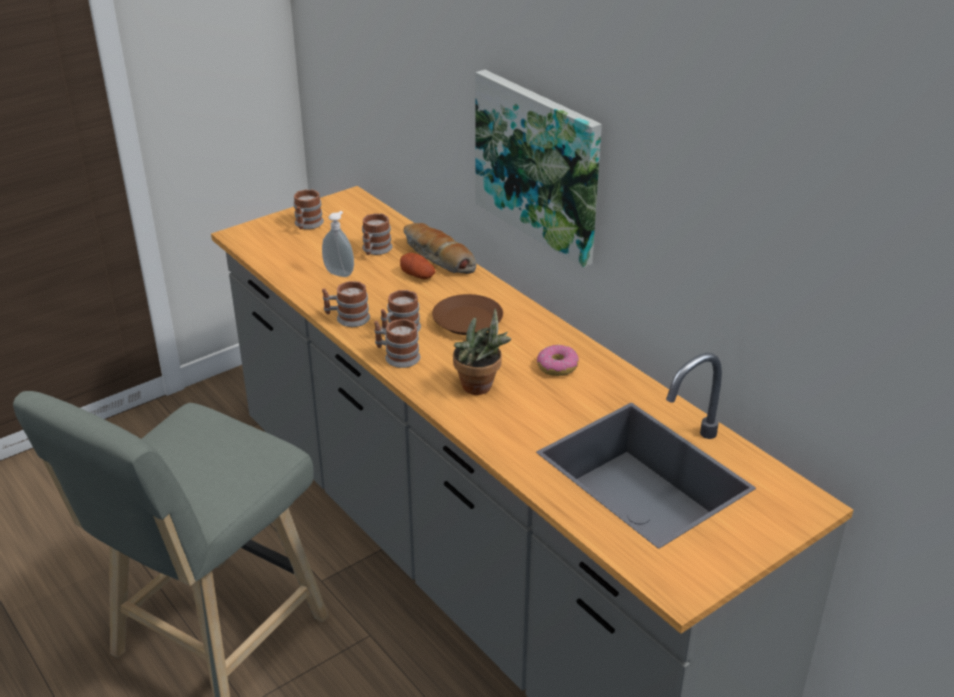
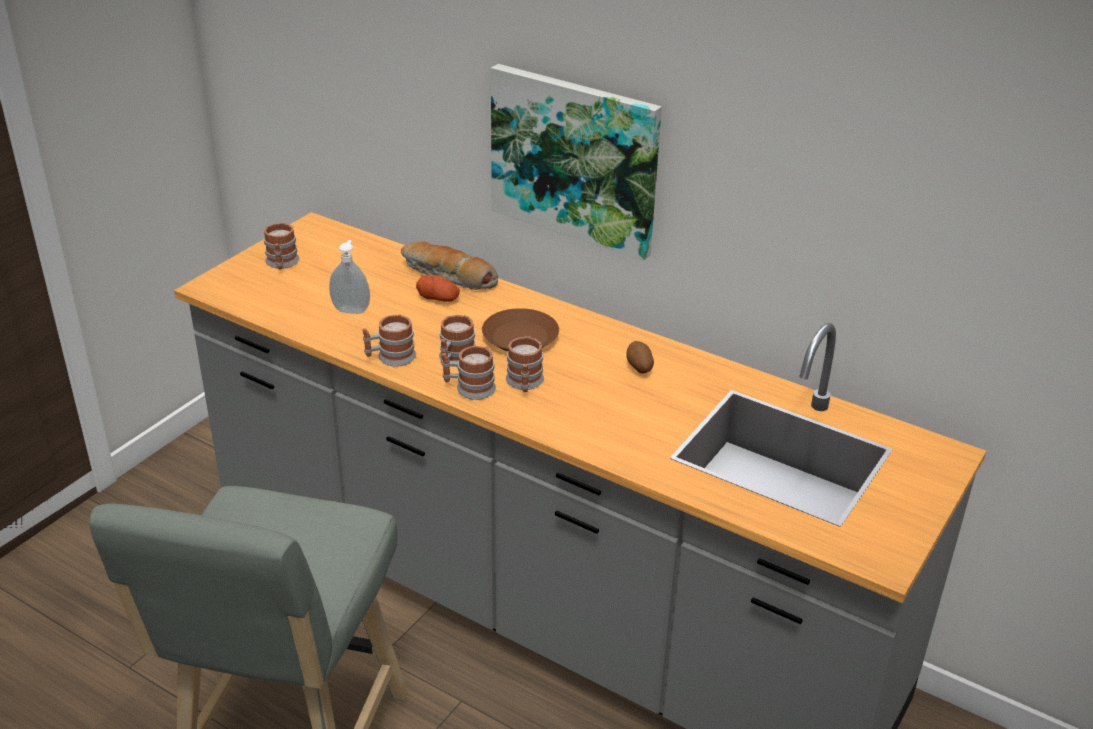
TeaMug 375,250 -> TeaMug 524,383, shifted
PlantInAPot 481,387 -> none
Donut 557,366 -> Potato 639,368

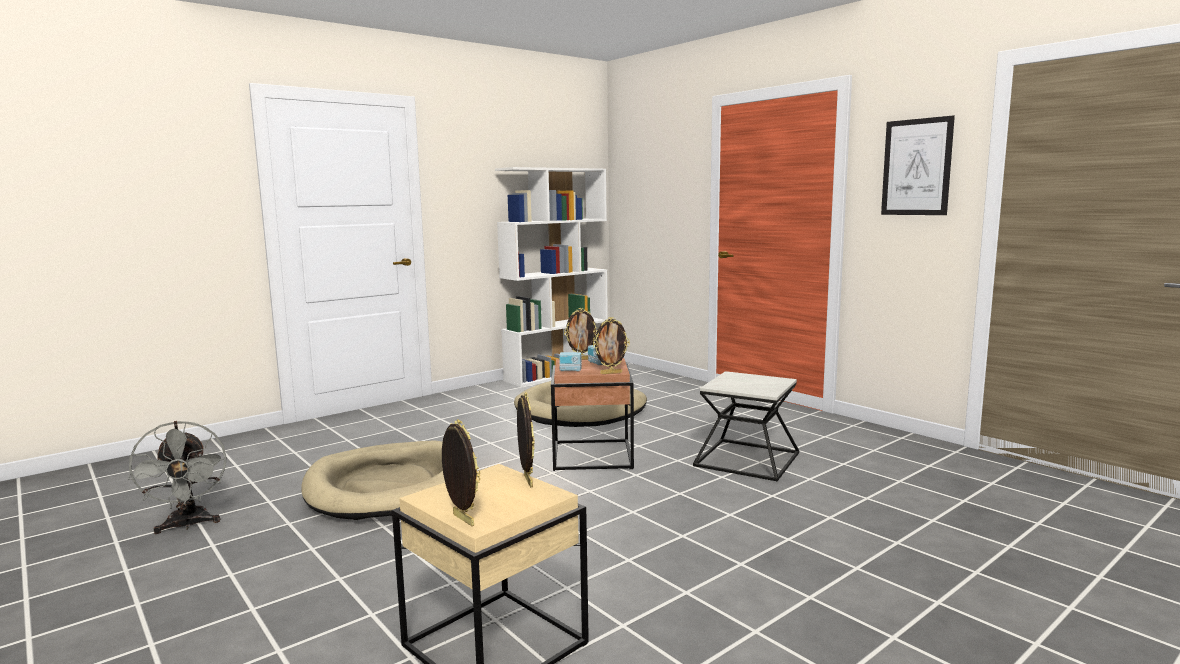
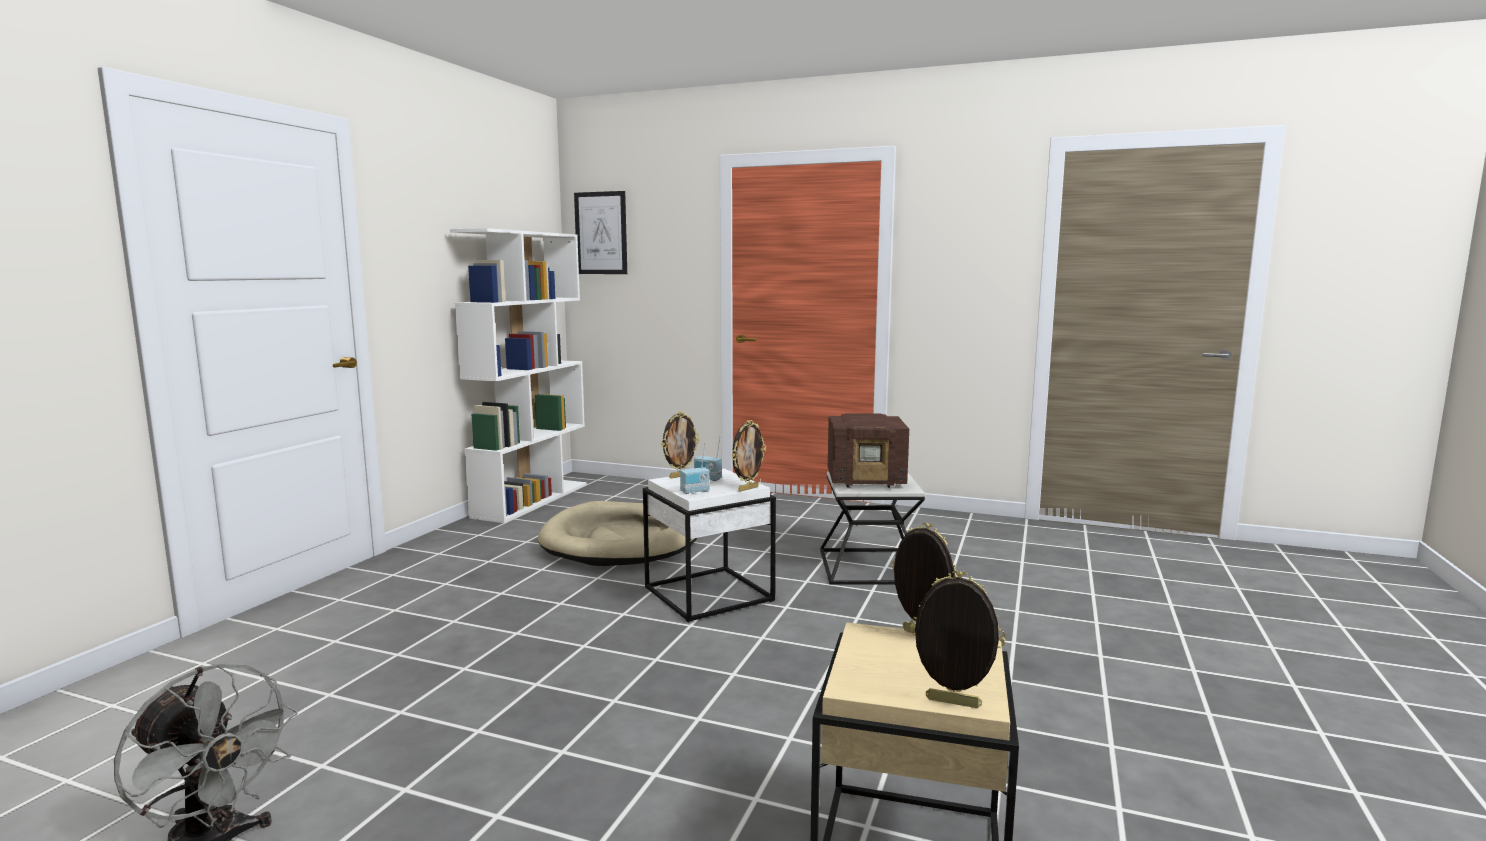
SandColouredDogBed 389,487 -> none
BrownColouredEndTable 593,455 -> WhiteEndTable 709,593
WallPicture 916,167 -> WallPicture 601,233, shifted
none -> Radio 867,480

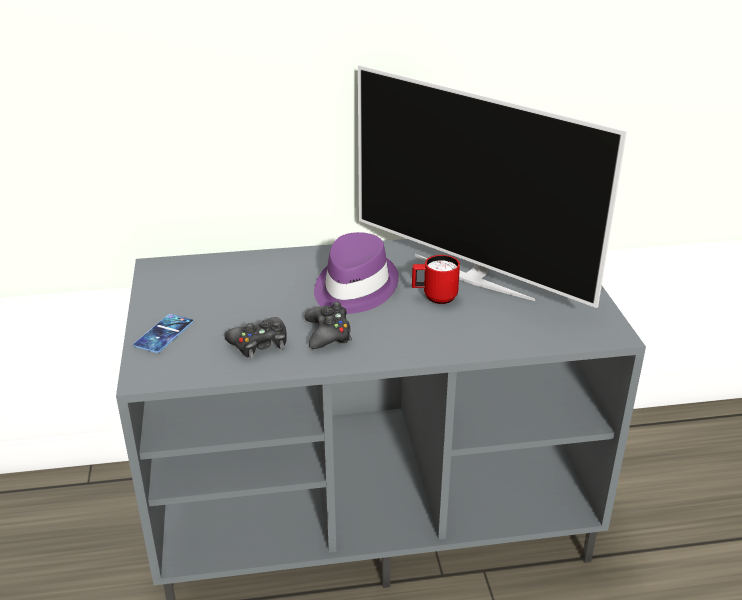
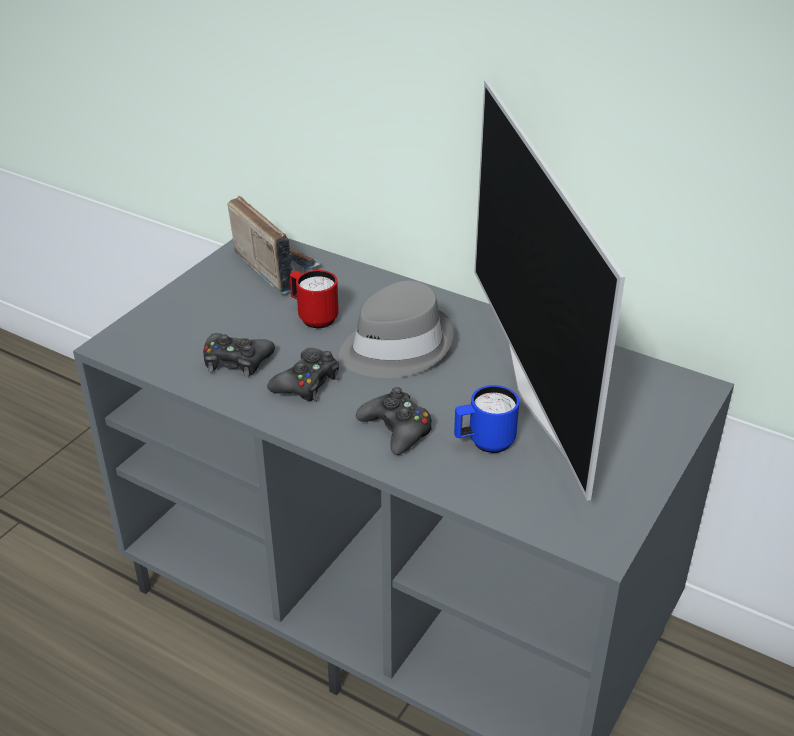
Phone 164,334 -> none
PurpleClothingHat 353,288 -> GrayClothingHat 395,347
ReddishTeaMug 434,297 -> ReddishTeaMug 313,317, shifted
none -> Radio 275,266
none -> BlackGamepad 396,429
none -> BlueTeaMug 484,443

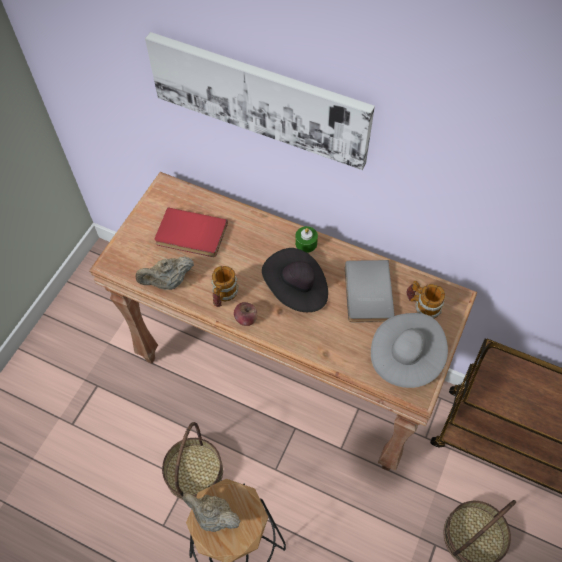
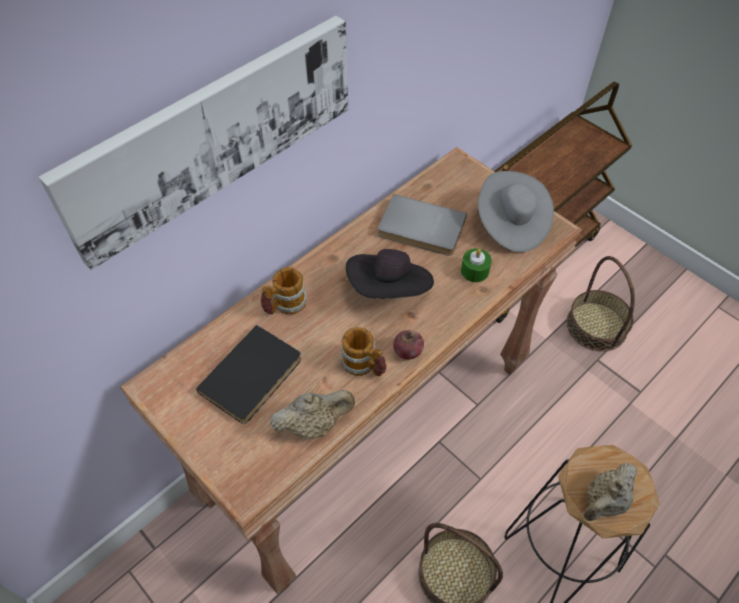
SandColouredPotForTea 168,282 -> SandColouredPotForTea 314,424, 105 degrees counterclockwise
ReddishVolume 190,236 -> BlackVolume 254,377
GreenCandle 306,243 -> GreenCandle 474,271, shifted
TeaMug 422,306 -> TeaMug 284,305, shifted

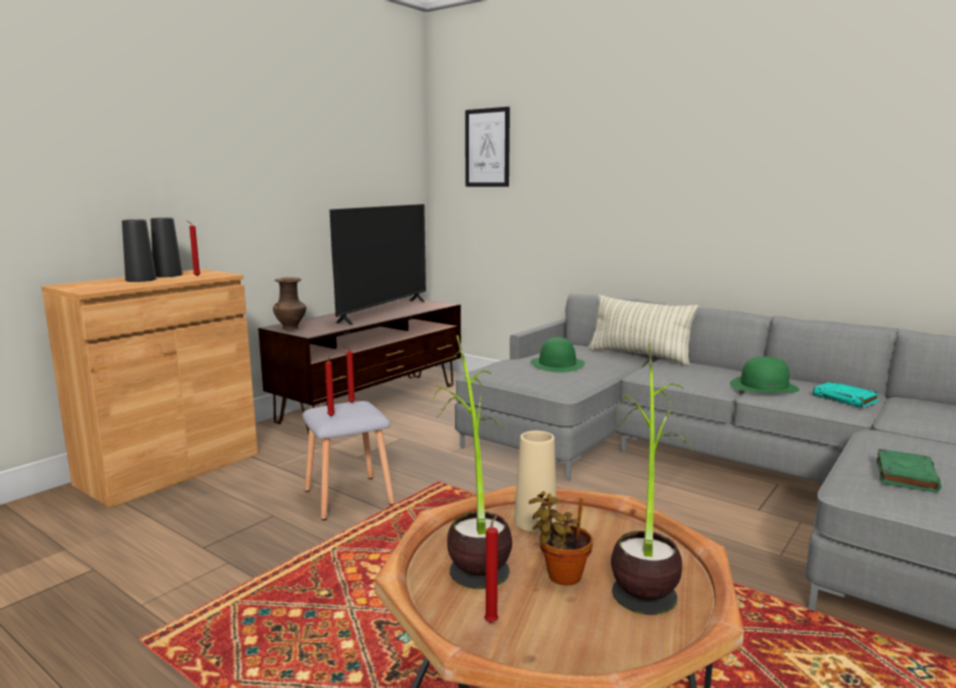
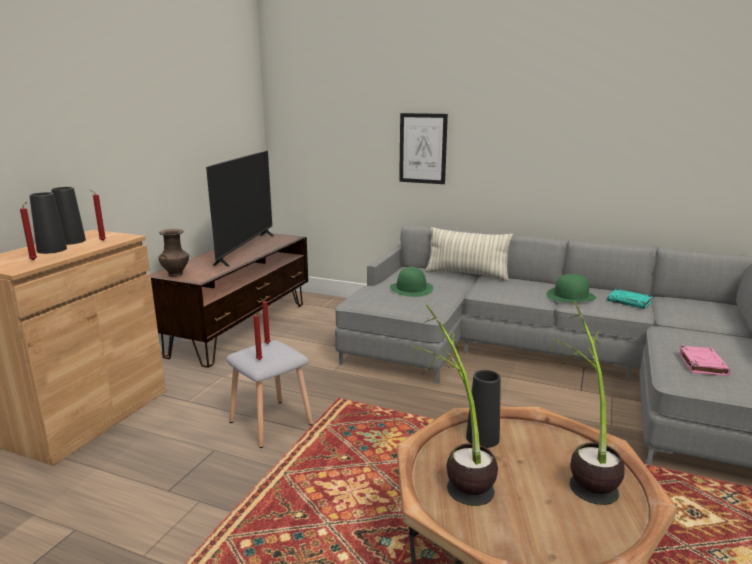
WallPicture 487,148 -> WallPicture 423,148, shifted
ReddishCandle 492,621 -> ReddishCandle 34,260, shifted
SandColouredVase 535,521 -> BlackVase 482,438
PlantInAPot 560,575 -> none
GreenVolume 905,475 -> PinkVolume 701,364

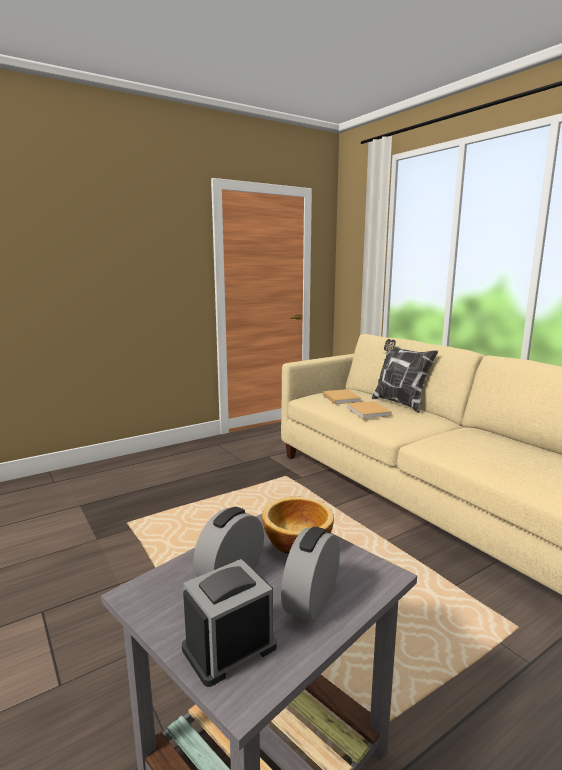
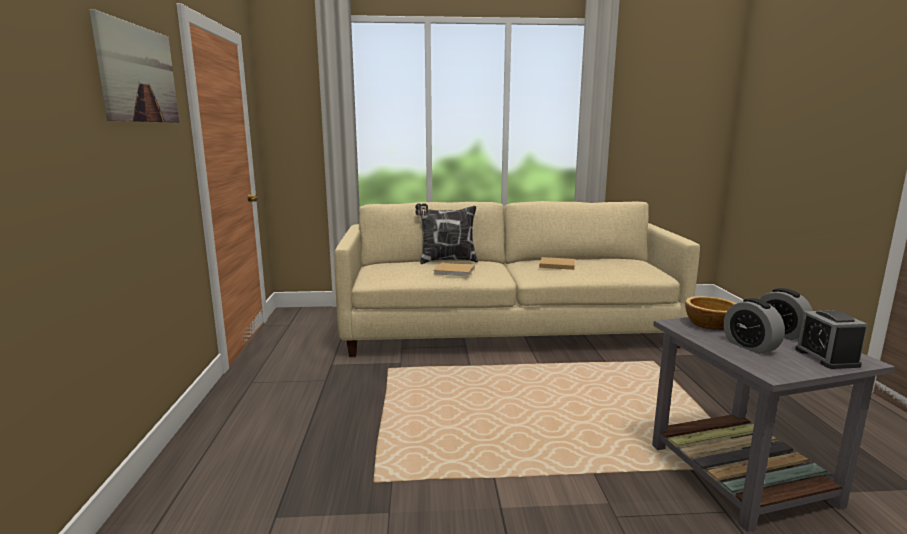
SandColouredVolume 341,398 -> SandColouredVolume 556,265, shifted
none -> WallPicture 138,74

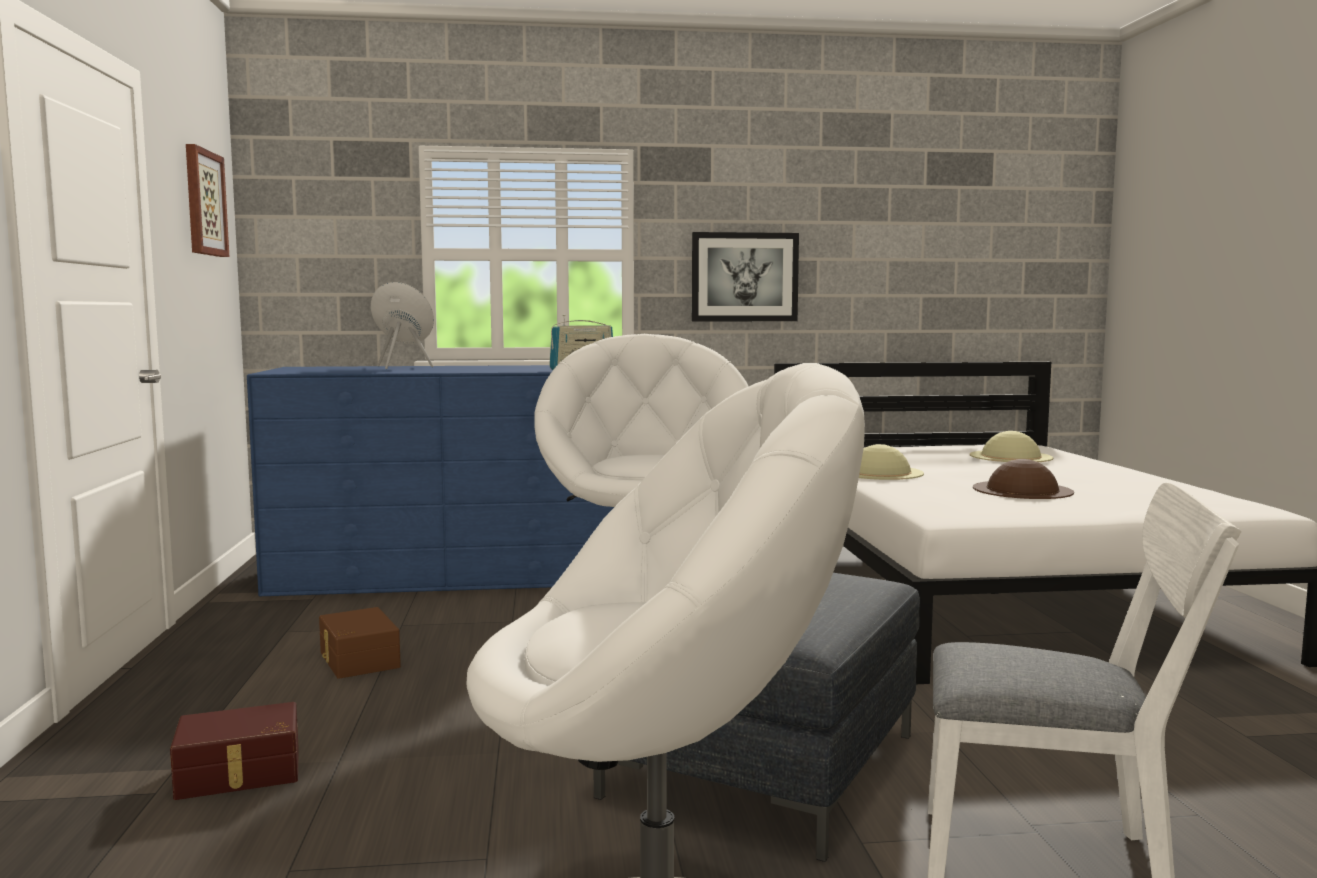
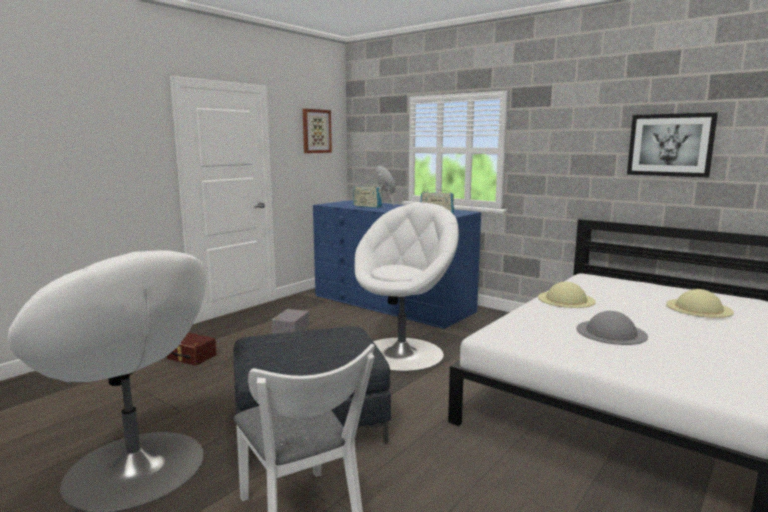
BrownColouredStorageBox 357,660 -> GrayStorageBox 290,330
WallPicture 744,277 -> WallPicture 670,145, shifted
BrownColouredClothingHat 1022,490 -> GrayClothingHat 611,332
none -> Radio 367,206

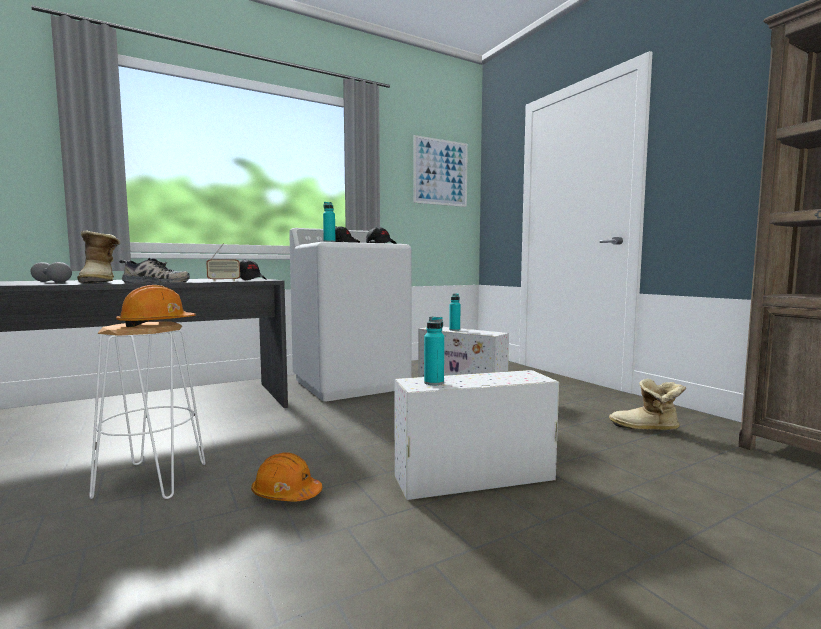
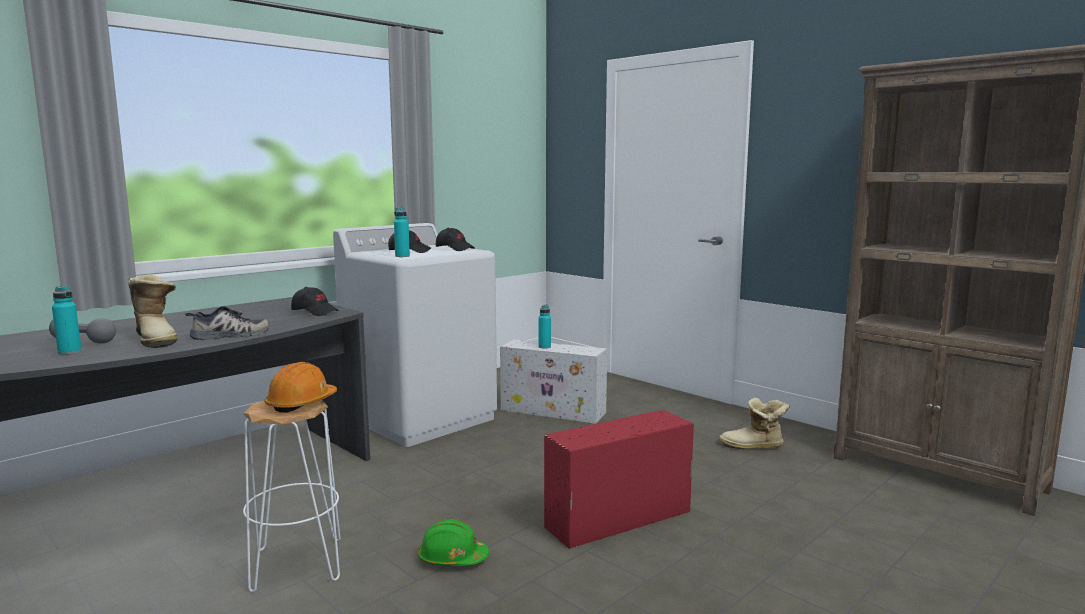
Radio 224,281 -> none
OrangeHardHat 286,494 -> GreenHardHat 452,559
WhiteStorageBox 472,478 -> ReddishStorageBox 616,519
WallPicture 440,172 -> none
BlueGreenBeverageBottle 434,383 -> BlueGreenBeverageBottle 70,352, shifted

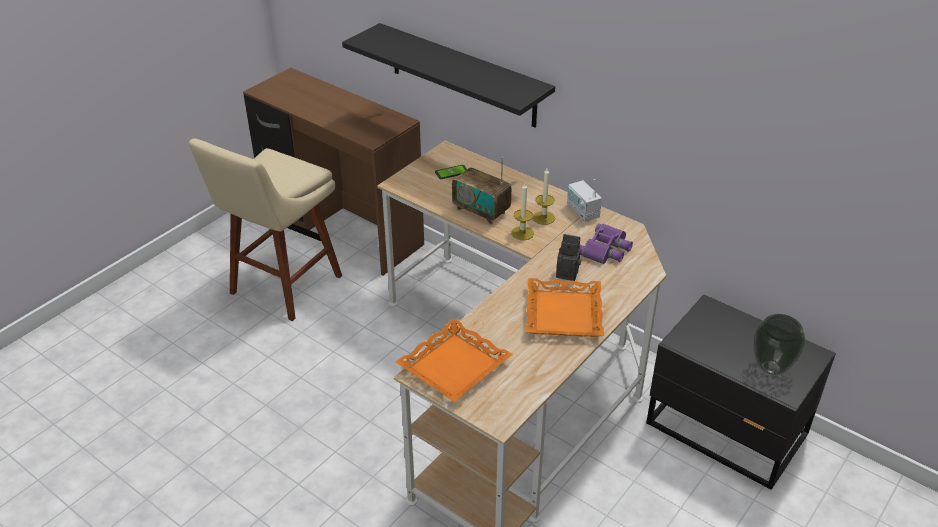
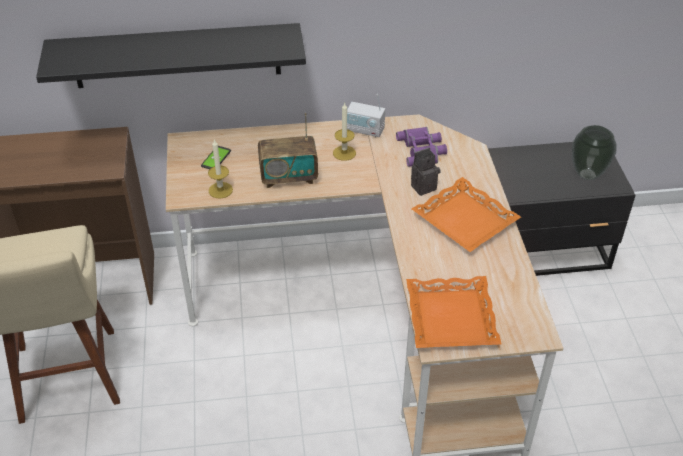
Candle 522,233 -> Candle 220,190, shifted

